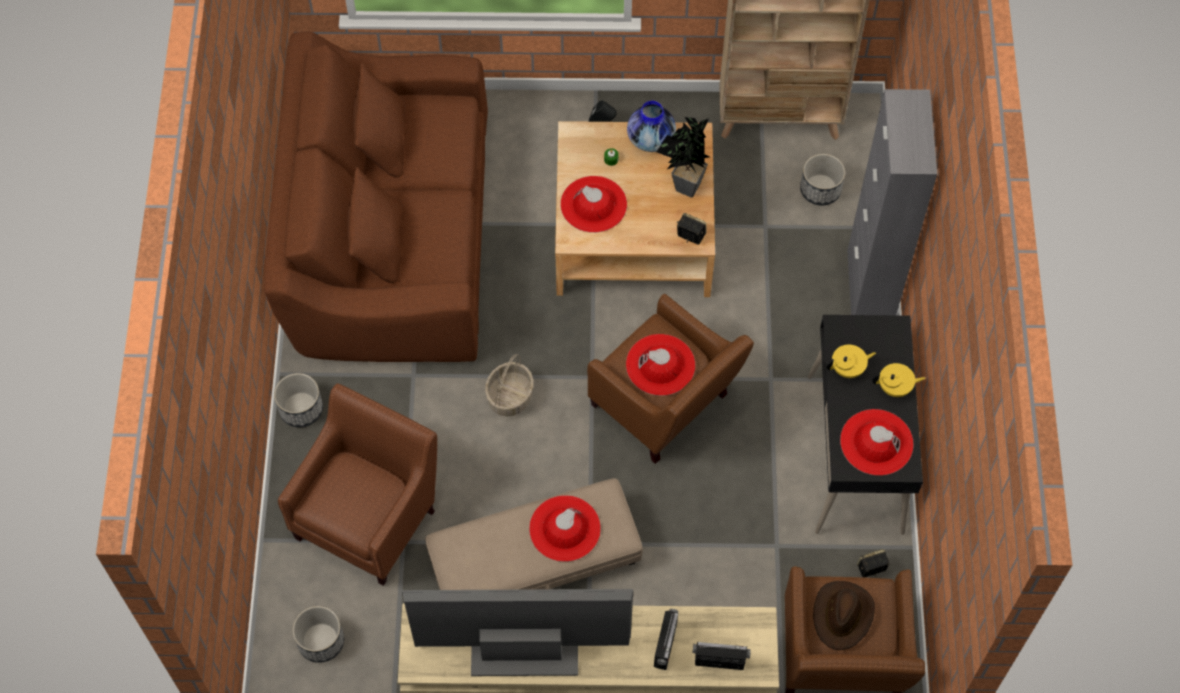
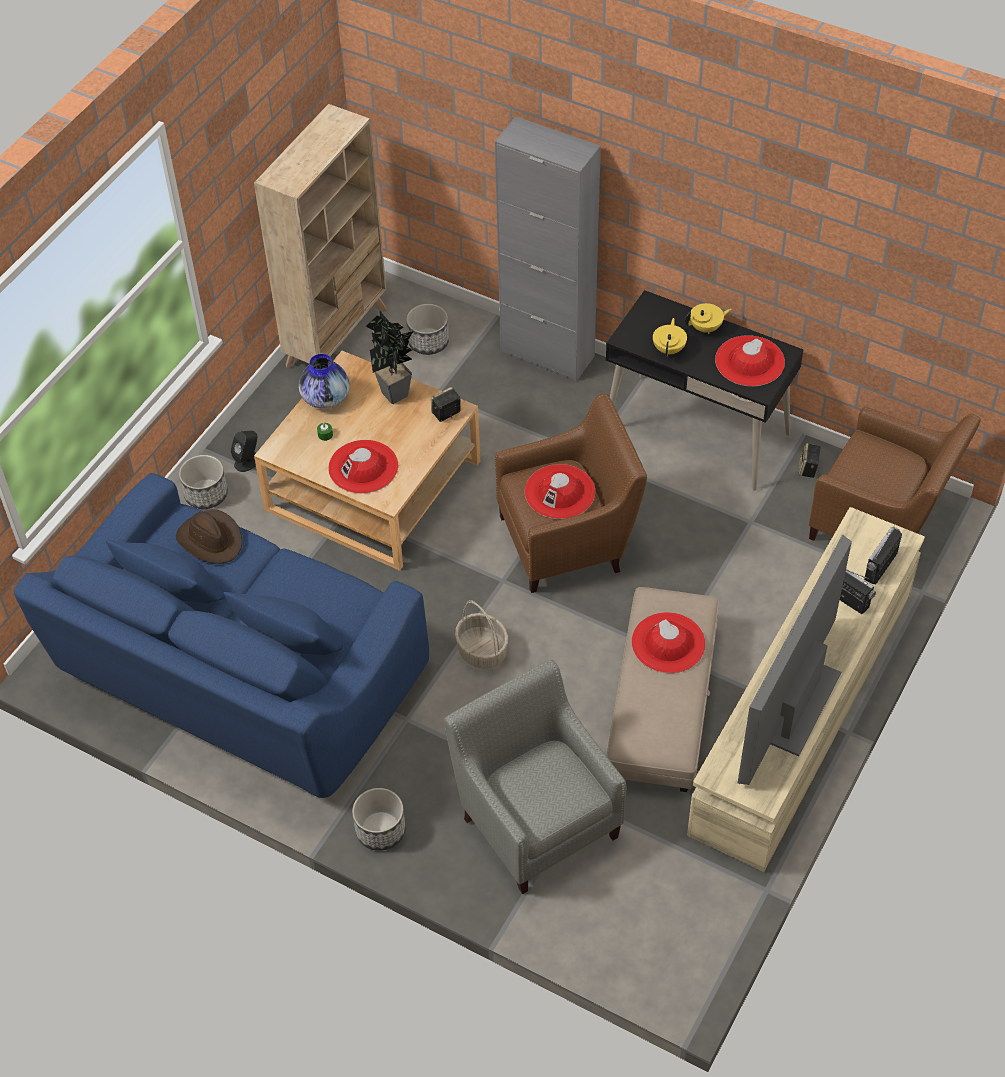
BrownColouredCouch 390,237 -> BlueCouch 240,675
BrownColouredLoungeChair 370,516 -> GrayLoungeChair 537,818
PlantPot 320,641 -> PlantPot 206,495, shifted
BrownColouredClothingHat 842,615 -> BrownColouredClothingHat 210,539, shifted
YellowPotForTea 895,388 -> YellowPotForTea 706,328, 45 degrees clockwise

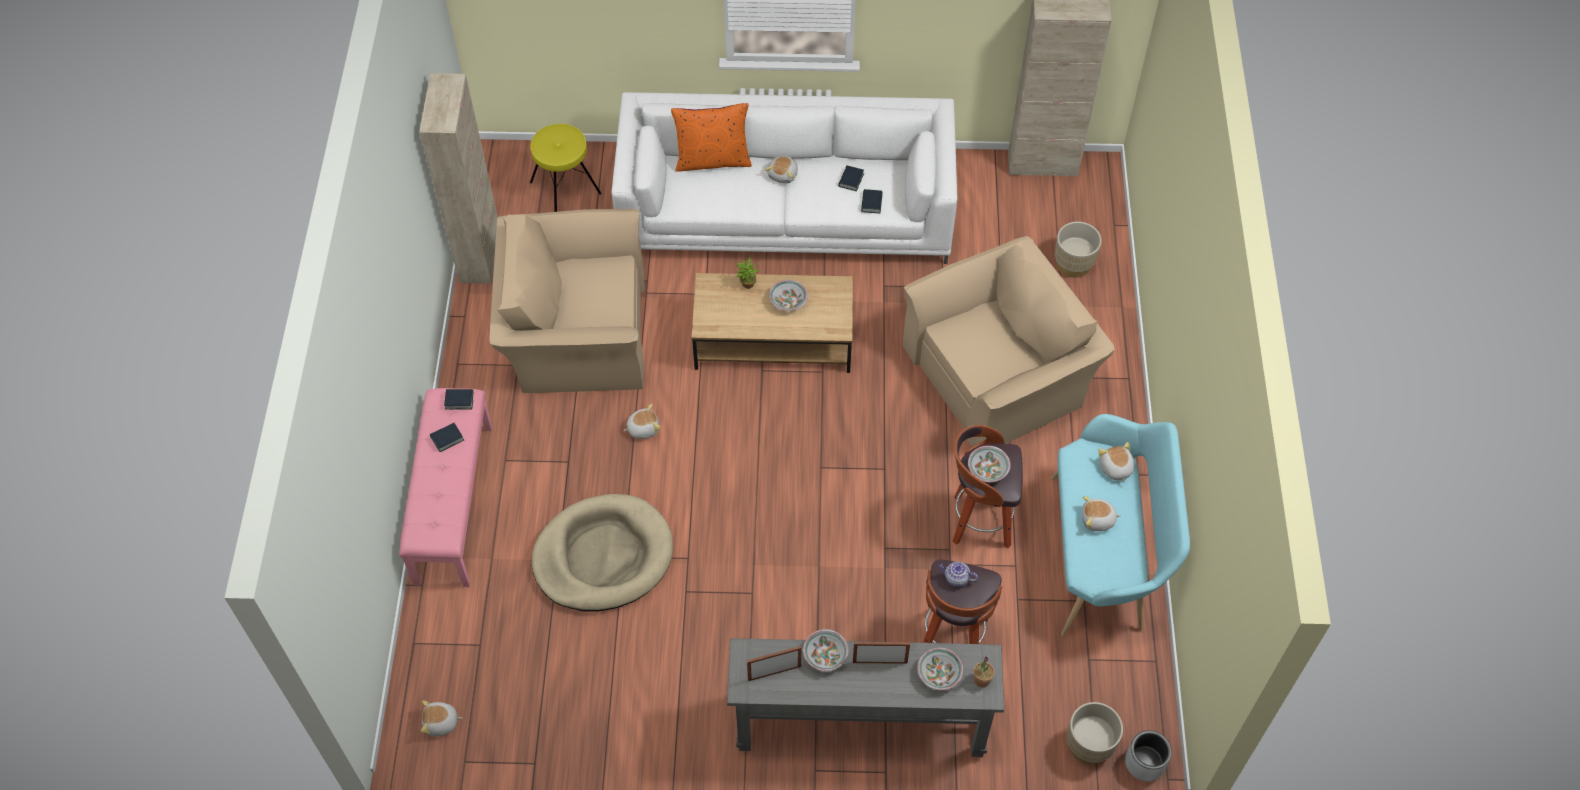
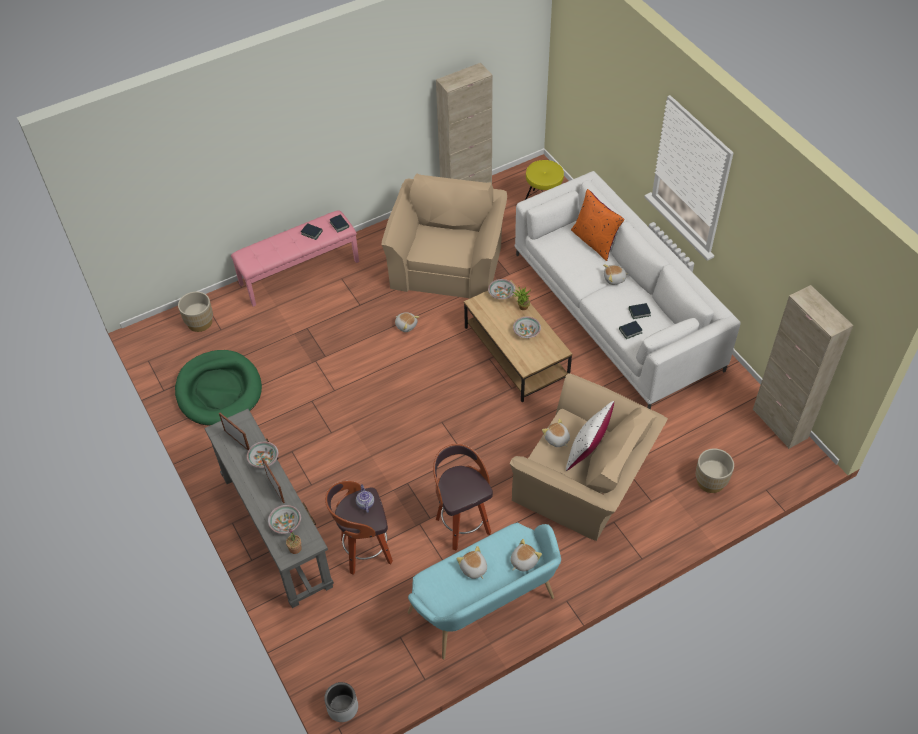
CuddlyToy 441,723 -> CuddlyToy 556,439, shifted
SandColouredLoungeChair 574,331 -> SandColouredLoungeChair 448,261, 45 degrees clockwise
SandColouredDogBed 603,556 -> none
ServingBowl 988,470 -> ServingBowl 501,294, shifted
SandColouredPlantPot 1089,745 -> SandColouredPlantPot 200,322, shifted
none -> GreenDogBed 219,390
none -> WhiteCushion 587,451

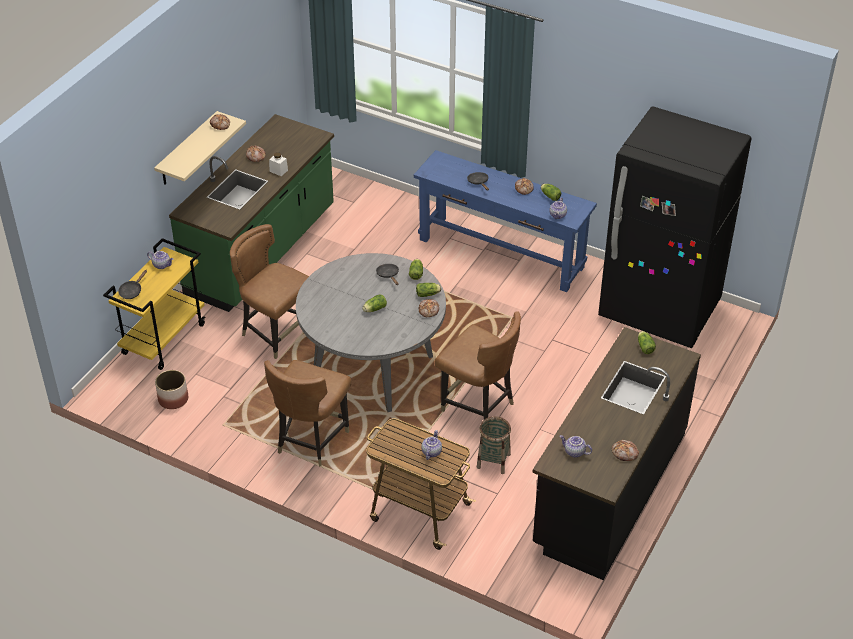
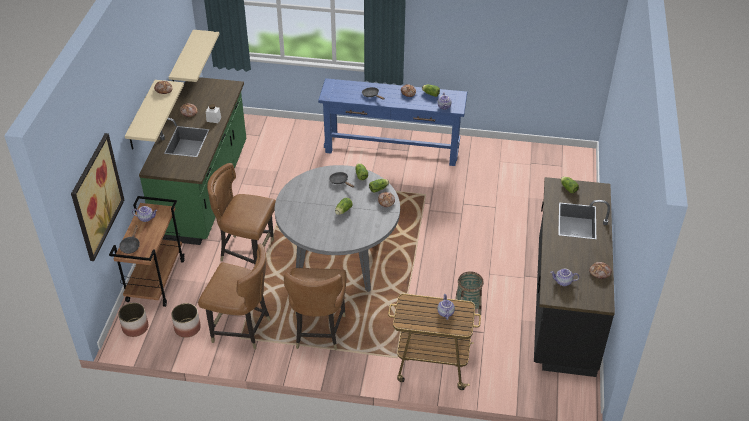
YellowWheeledCart 164,338 -> BrownColouredWheeledCart 155,280
BrownColouredChair 478,405 -> BrownColouredChair 241,329, shifted
BlackRefrigerator 659,311 -> none
none -> WallPicture 96,196
none -> PlantPot 135,327
none -> SandColouredBracketShelf 182,61

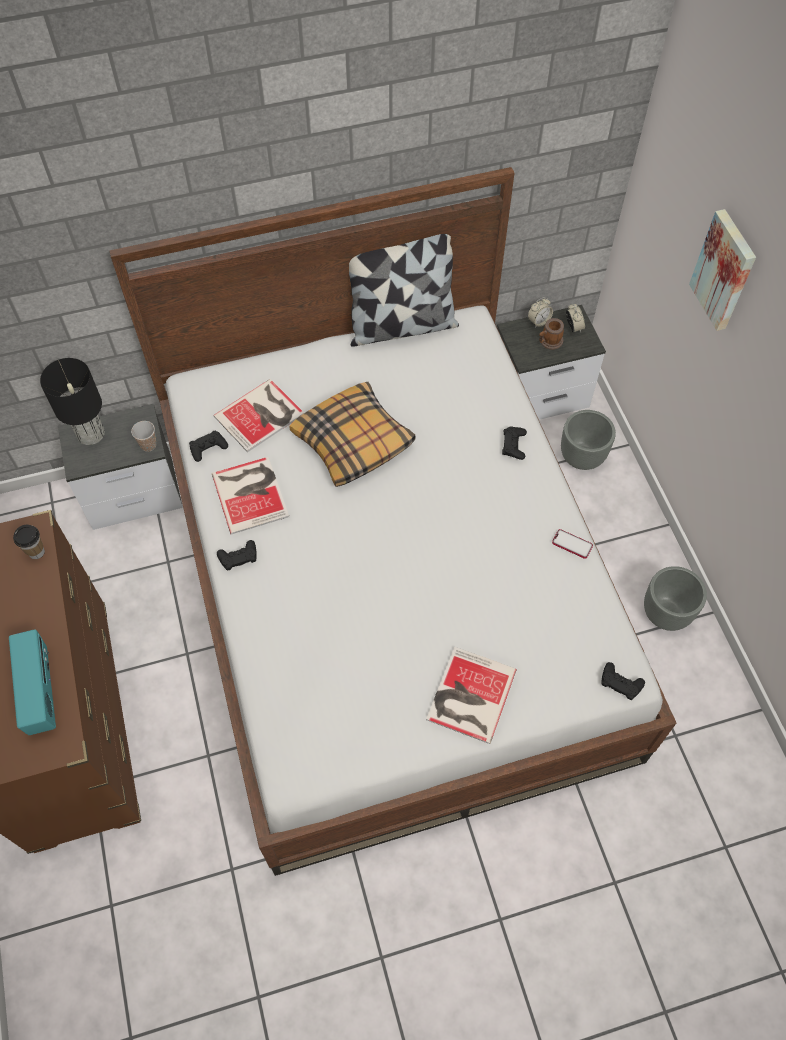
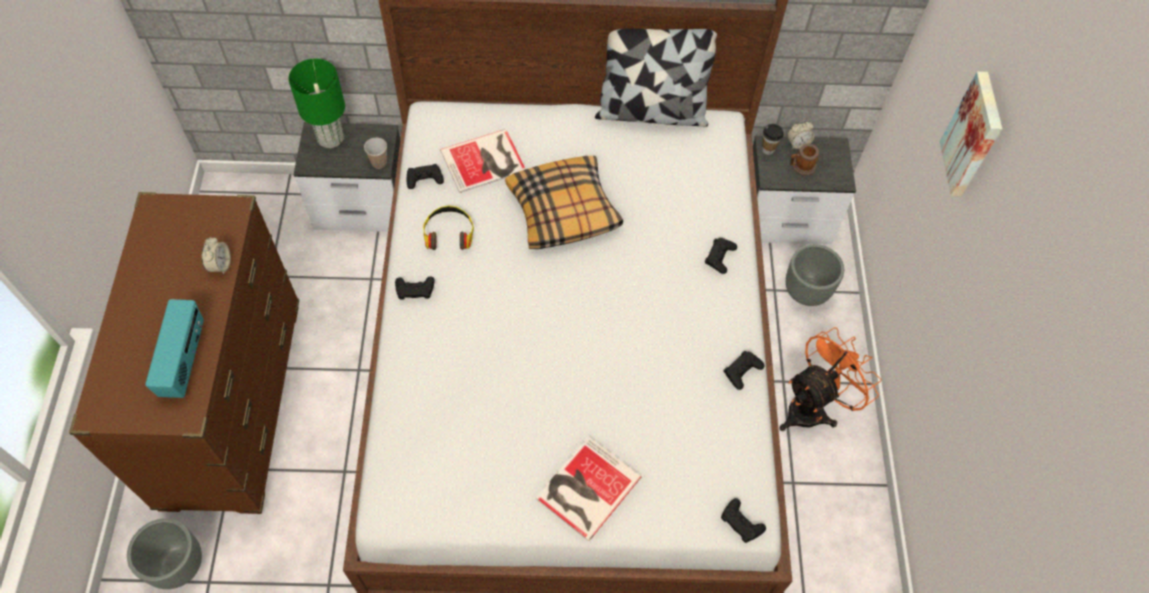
DrinkingCup 36,552 -> DrinkingCup 768,149, shifted
BlackLampForATable 91,433 -> GreenLampForATable 331,137
Volume 251,493 -> Headphones 449,232
Phone 572,544 -> BlackGamepad 742,371
TableClock 573,327 -> TableClock 220,265, shifted
GrayPlantPot 666,613 -> GrayPlantPot 179,565, shifted
none -> OrangeFan 812,407

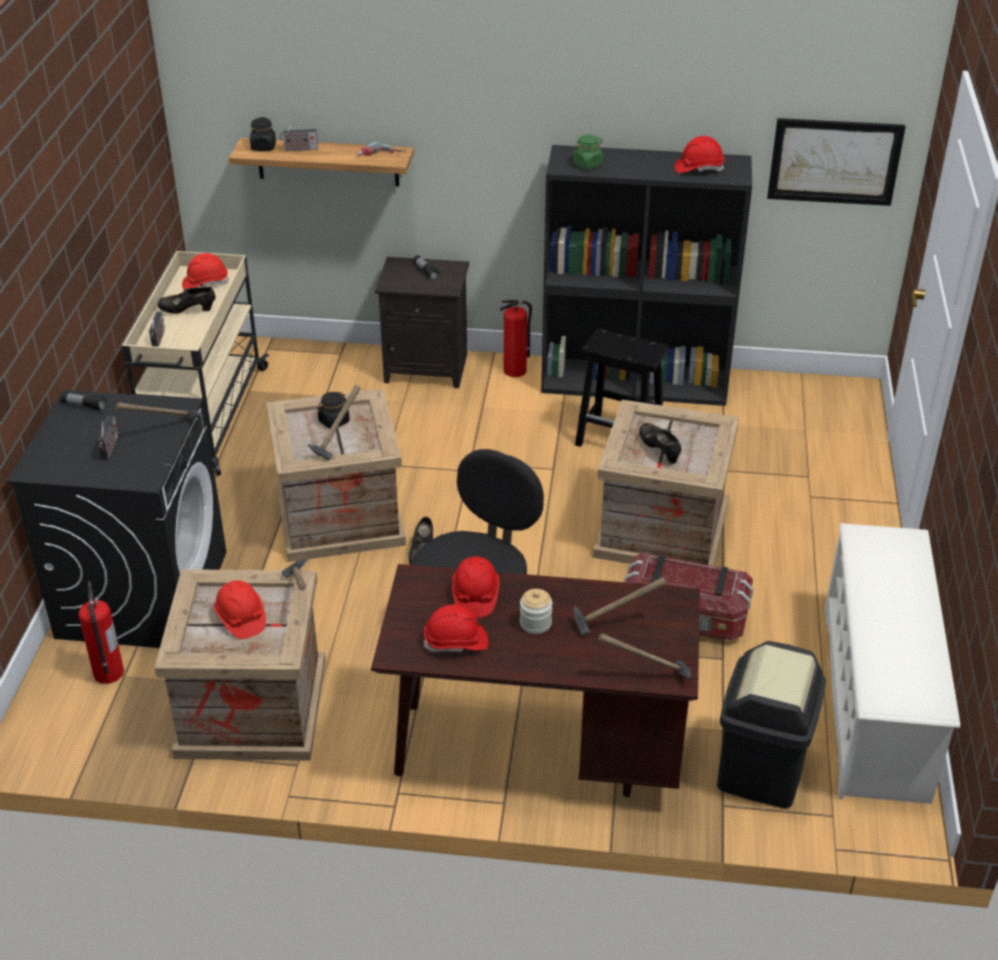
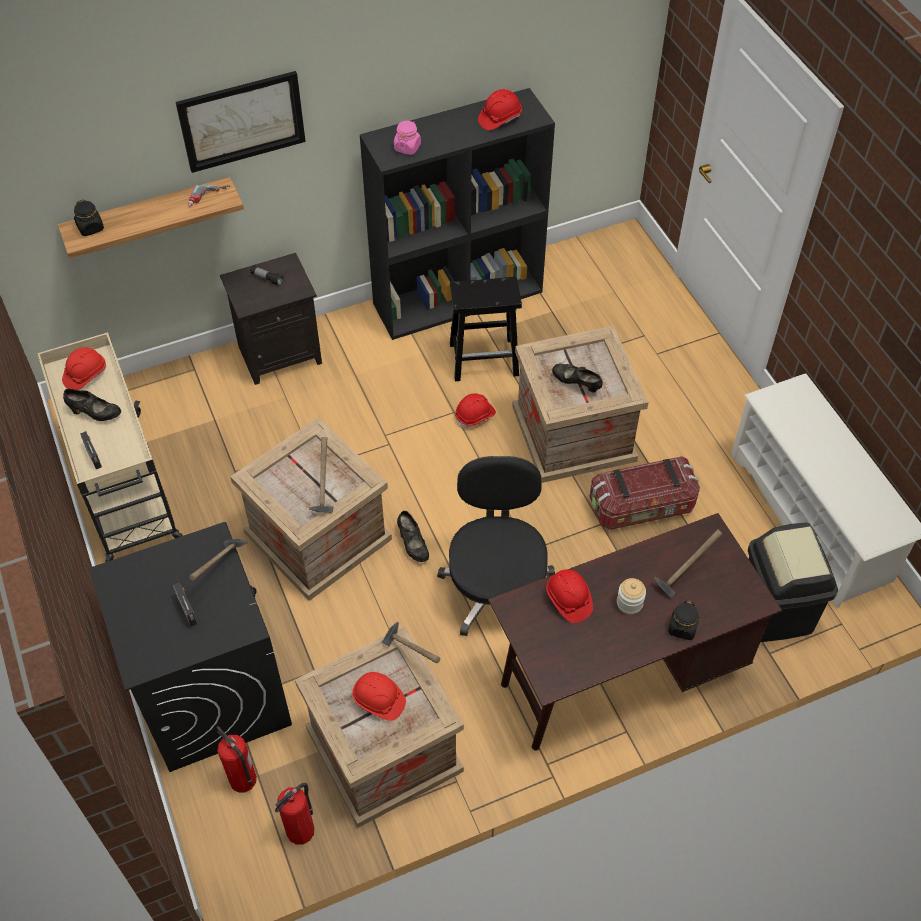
HandTorch 84,406 -> none
BlackShoe 188,311 -> BlackShoe 95,413, 135 degrees counterclockwise
Radio 299,149 -> none
BlackStorageJar 334,421 -> BlackStorageJar 682,628, shifted
ReddishHardHat 456,642 -> ReddishHardHat 475,416, shifted
FireExtinguisher 515,370 -> FireExtinguisher 301,830, shifted
GreenStorageJar 587,164 -> PinkStorageJar 407,147
ToolHammer 647,678 -> none
WallPicture 834,161 -> WallPicture 242,121, shifted

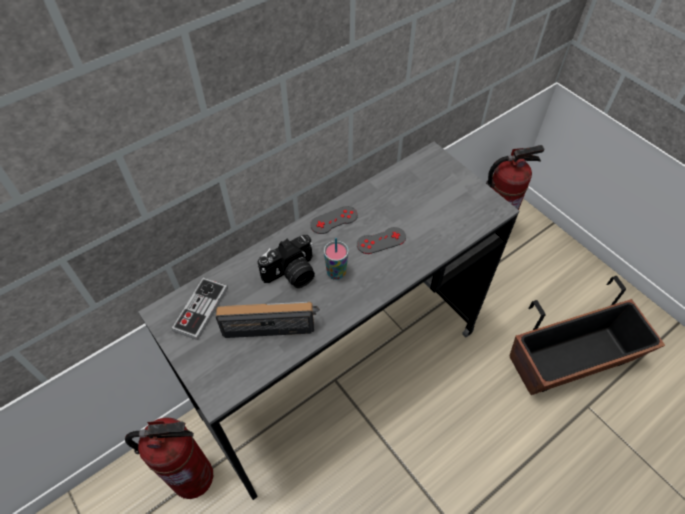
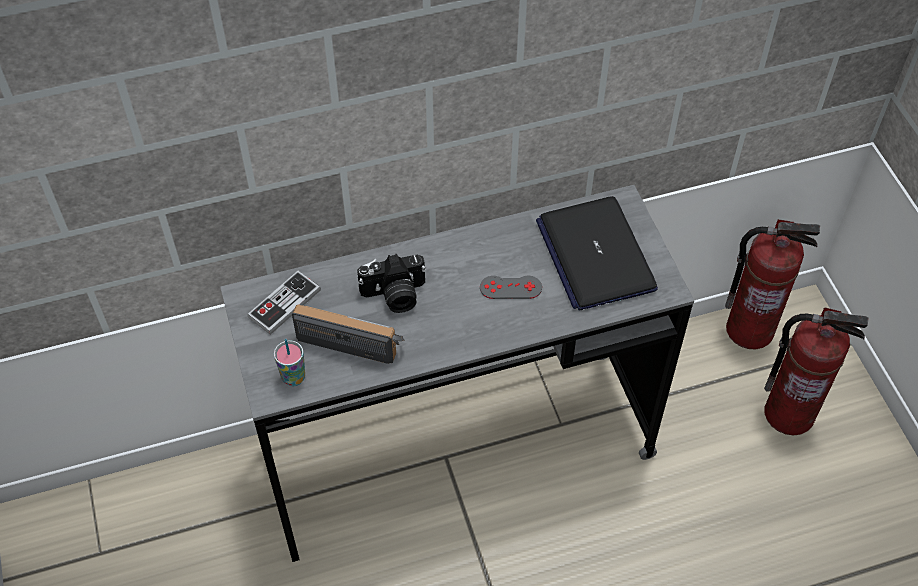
FireExtinguisher 193,476 -> FireExtinguisher 789,413, shifted
GrayGamepad 334,220 -> none
DrinkingCup 336,273 -> DrinkingCup 293,378, shifted
PlantPot 571,361 -> none
none -> Laptop 595,254

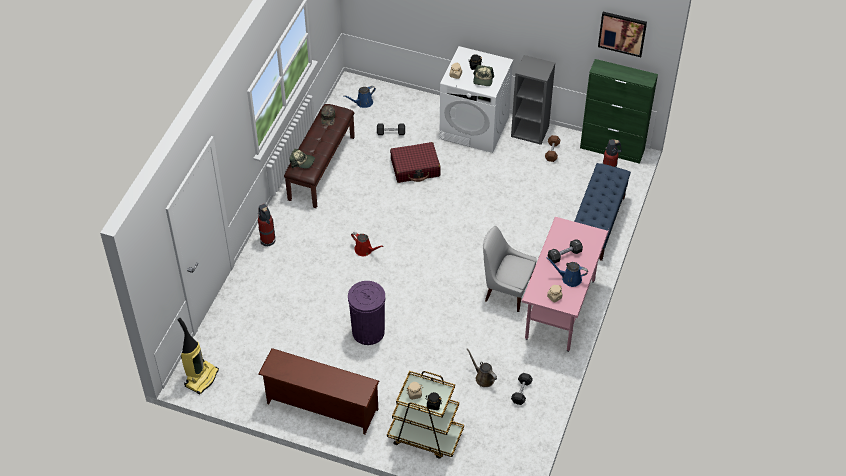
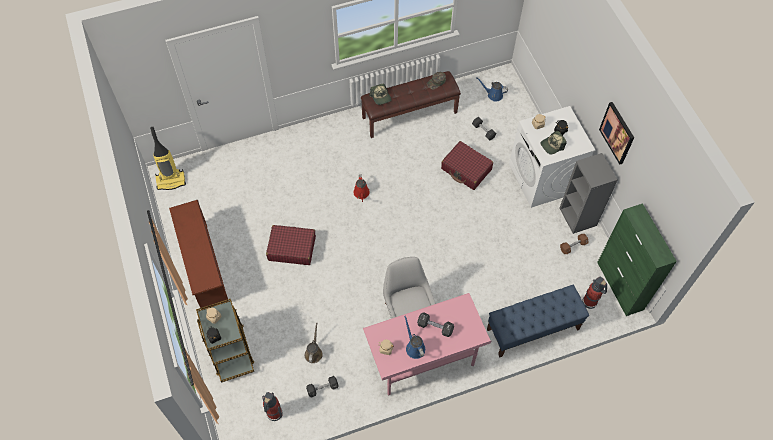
FireExtinguisher 268,241 -> FireExtinguisher 274,414, shifted
PurpleRubbishBin 368,332 -> ReddishPieceOfLuggage 291,248
WallPicture 622,33 -> WallPicture 617,133, shifted

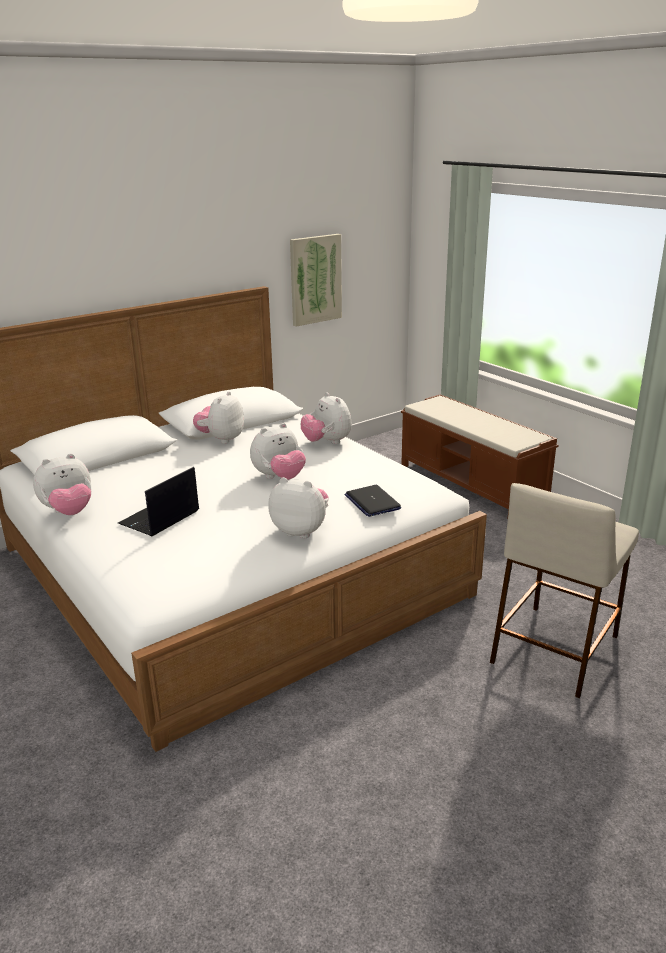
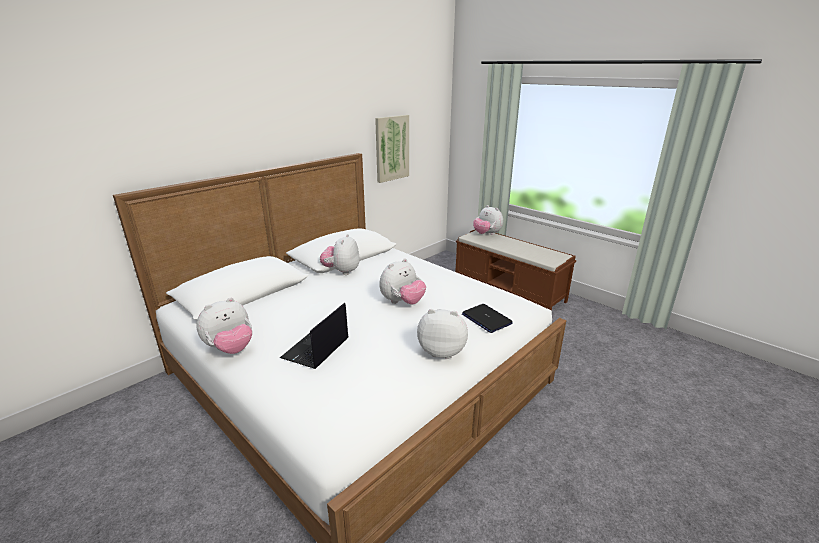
CuddlyToy 327,442 -> CuddlyToy 487,234, shifted
SandColouredStool 555,647 -> none

